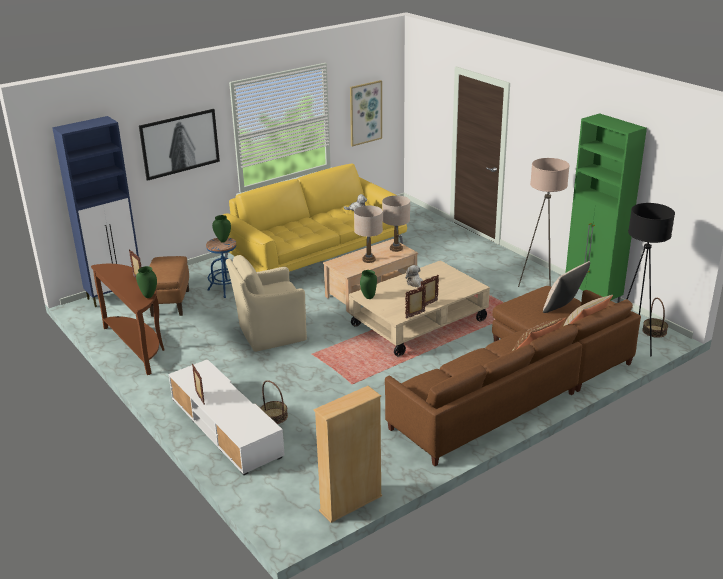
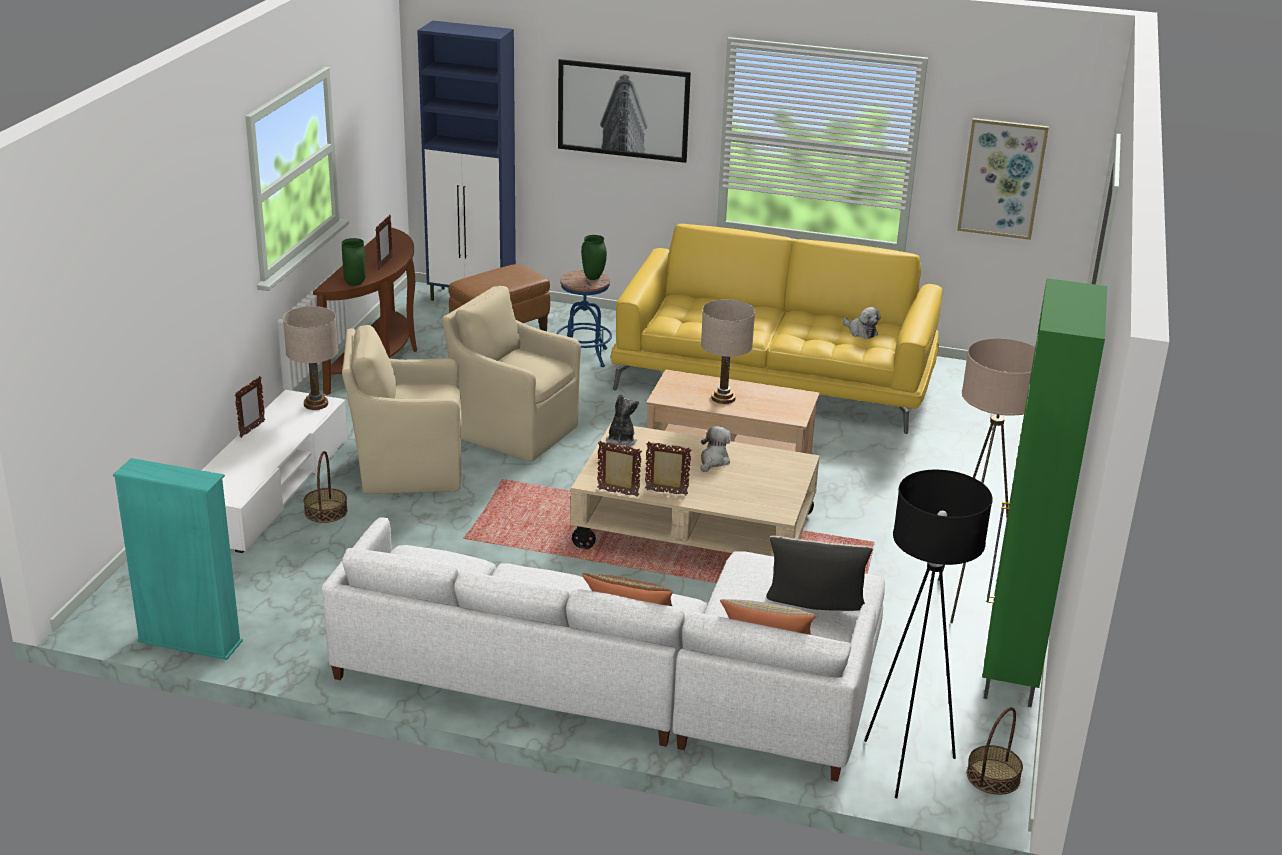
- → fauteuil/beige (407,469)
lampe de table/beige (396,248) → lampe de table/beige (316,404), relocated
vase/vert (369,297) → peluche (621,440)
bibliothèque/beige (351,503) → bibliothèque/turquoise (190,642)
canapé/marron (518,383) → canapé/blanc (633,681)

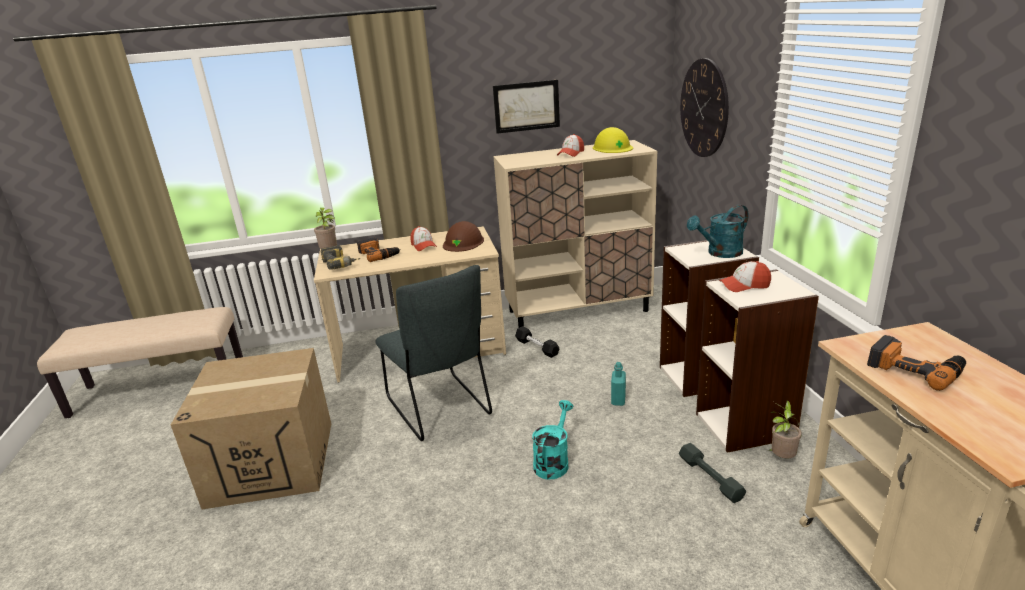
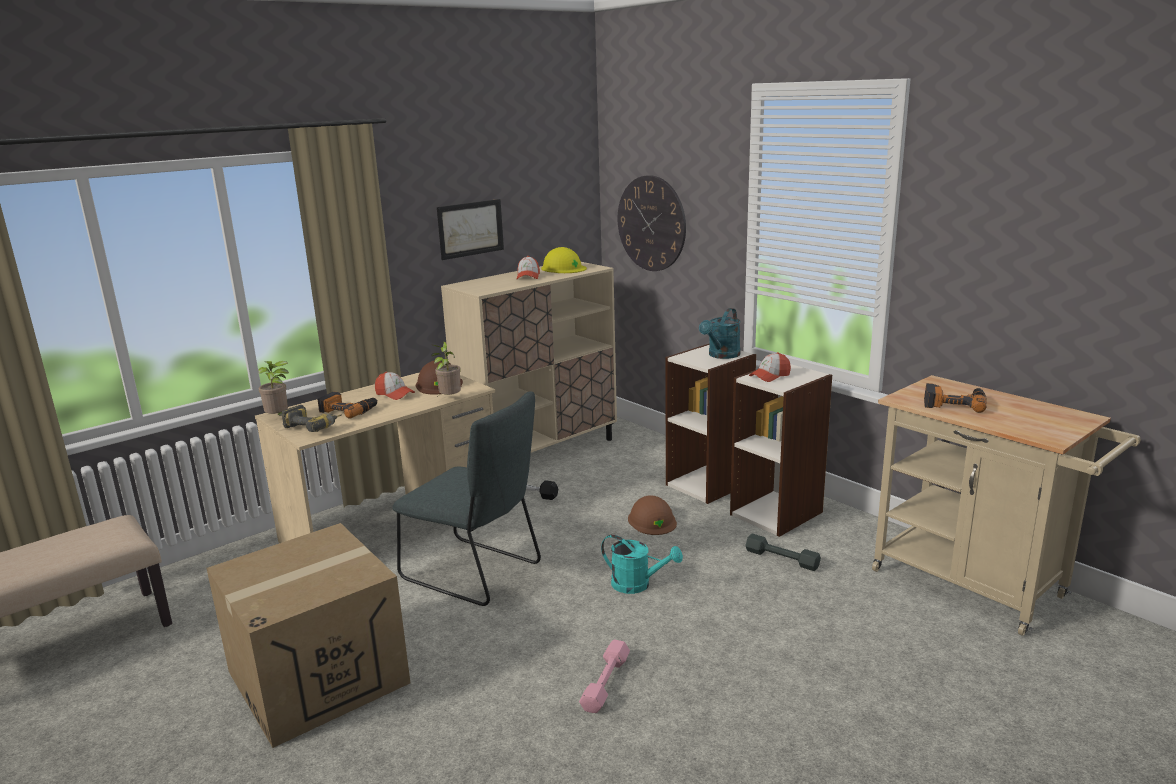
- → haltère/rose (606,683)
plante en pot (781,458) → plante en pot (449,399), relocated
bouteille/turquoise (618,400) → casque de chantier/marron (652,520)
arrosoir/turquoise (553,461) → arrosoir/turquoise (637,585), 120 degrees clockwise

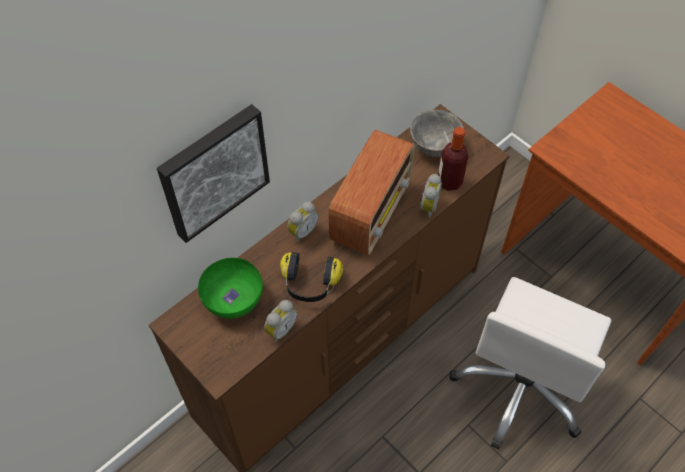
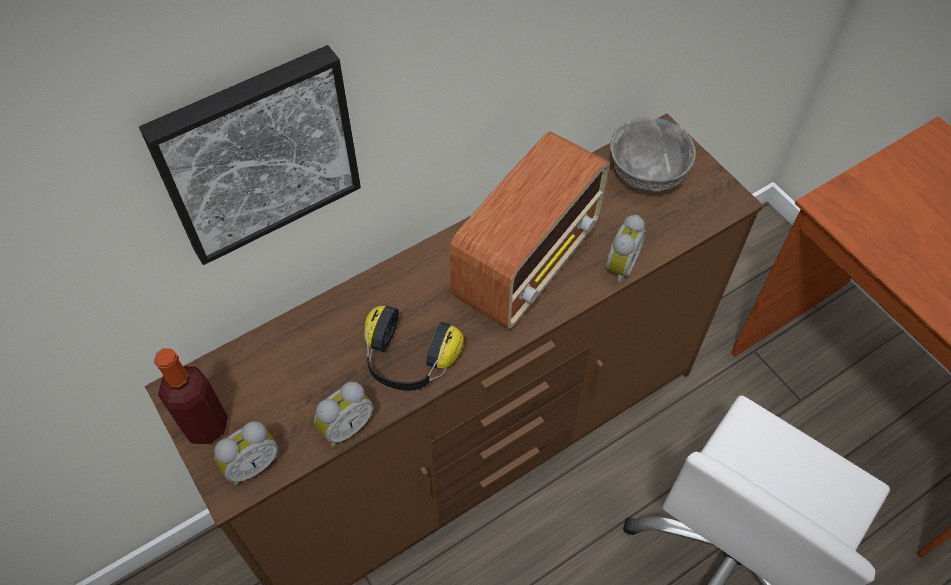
bol/vert (233,299) → -
réveil (302,231) → réveil (252,464), relocated
bouteille (449,182) → bouteille (205,425), relocated

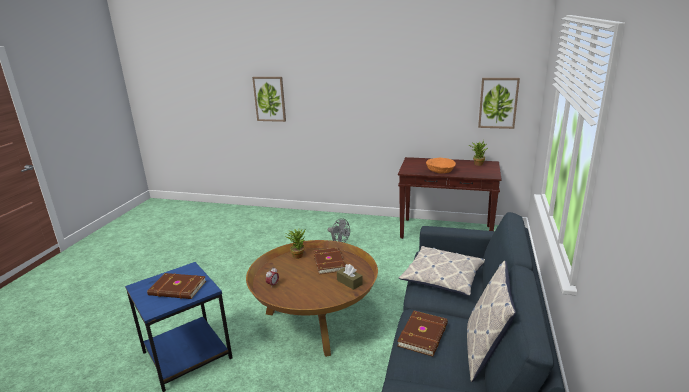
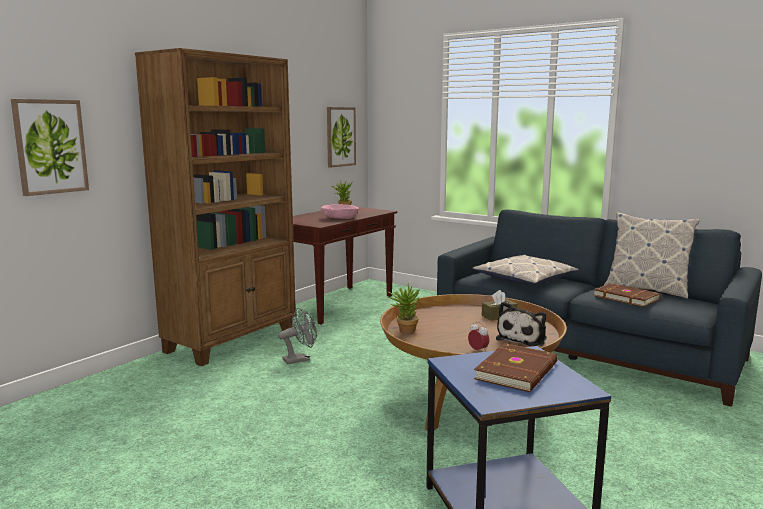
livre/marron (330,262) → -
- → bibliothèque/marron (232,340)
- → peluche (523,338)
bol/orange (440,170) → bol/rose (339,218)

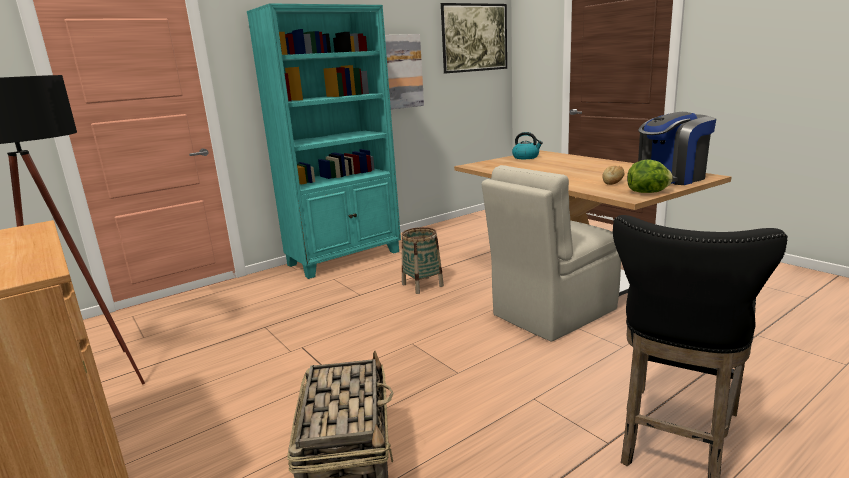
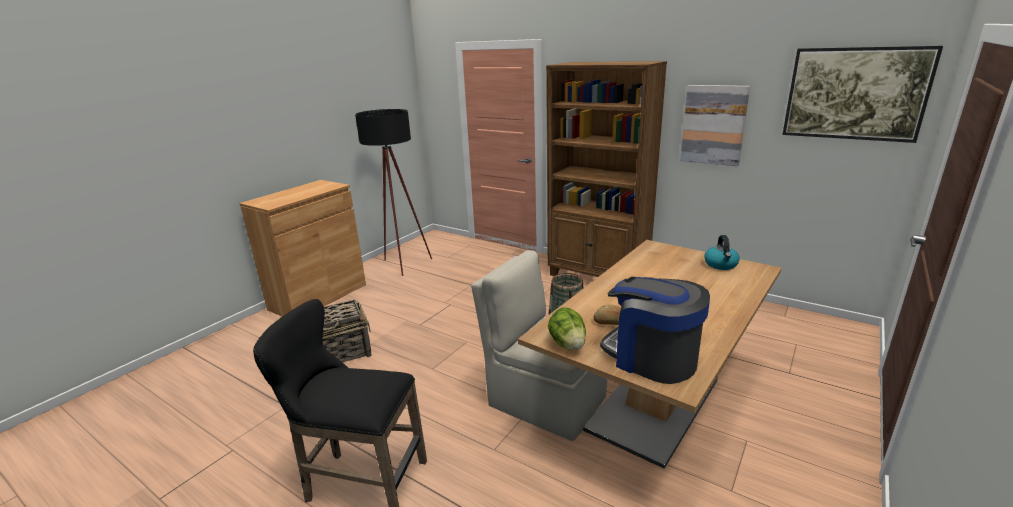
bibliothèque/turquoise (345,258) → bibliothèque/marron (598,276)

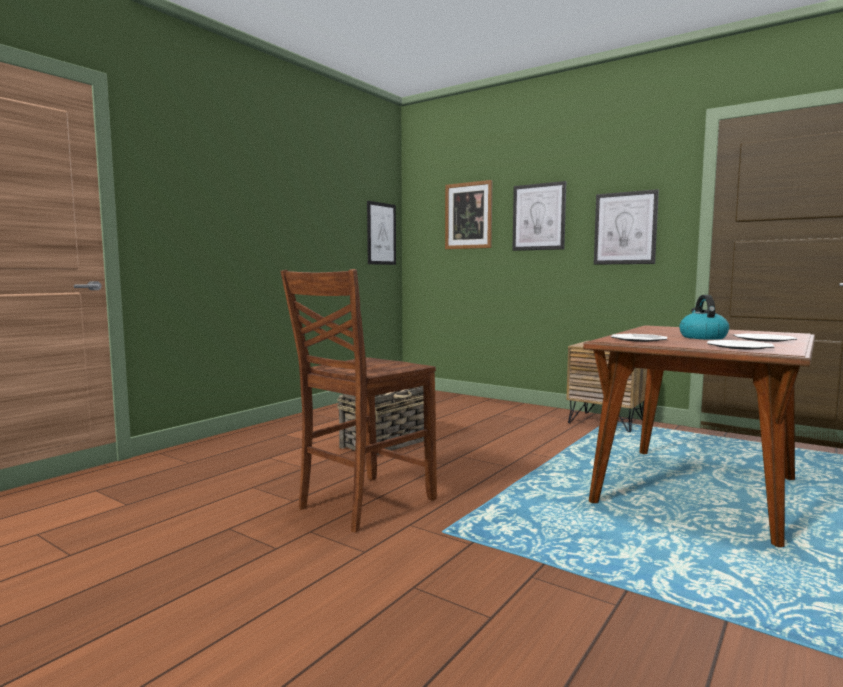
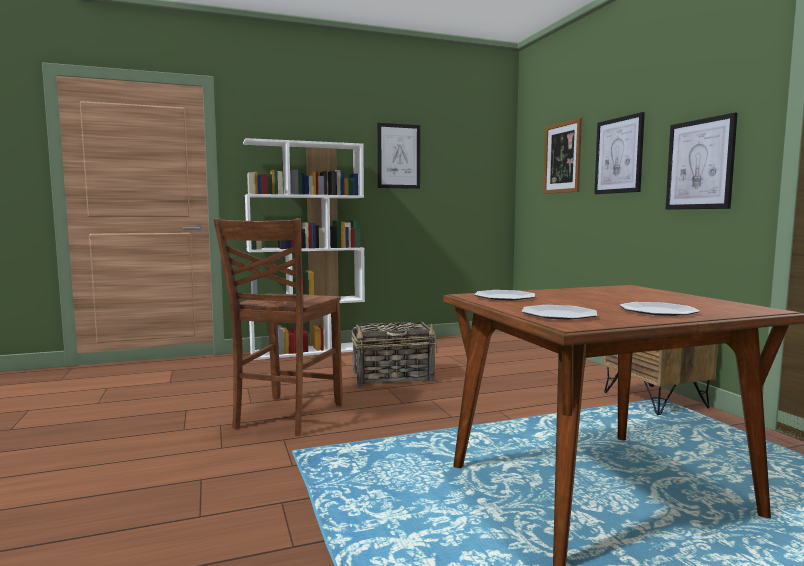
bouilloire (702,337) → -
- → bibliothèque/blanc (308,351)
tableau (381,233) → tableau (398,156), relocated
chaise/marron (363,503) → chaise/marron (286,416), 60 degrees counterclockwise

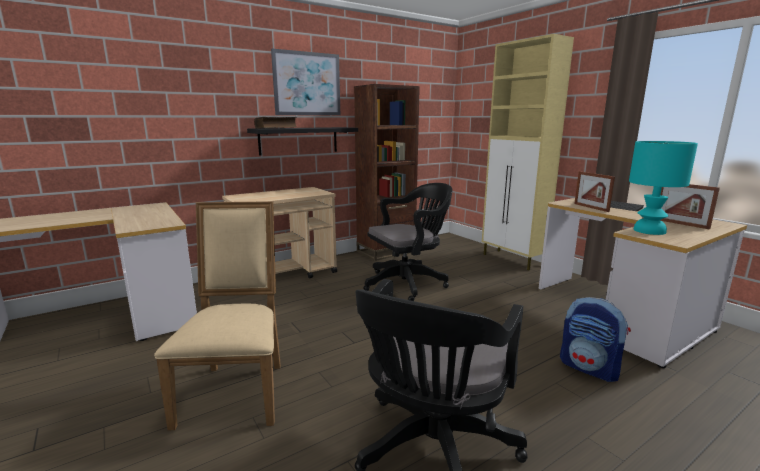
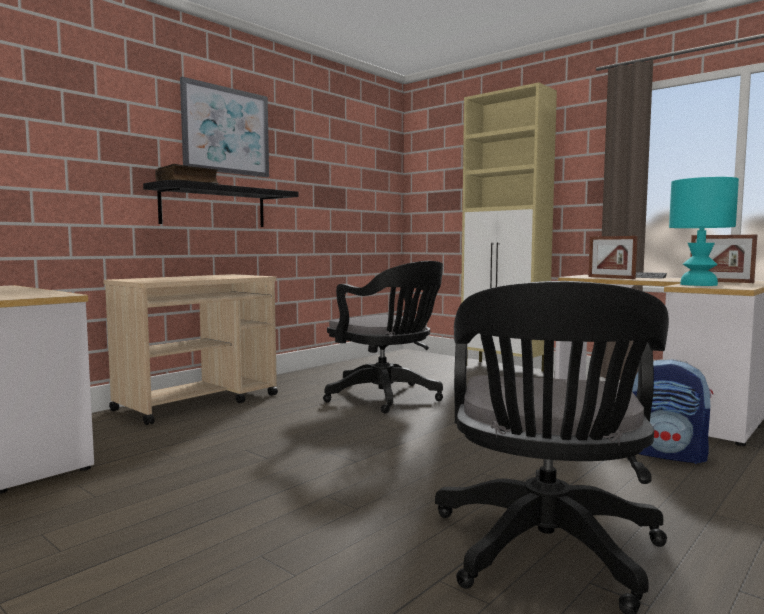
chaise/beige (237,389) → -
bibliothèque/marron (386,251) → -
chaise de bureau/noir (408,283) → chaise de bureau/noir (387,398), 90 degrees clockwise

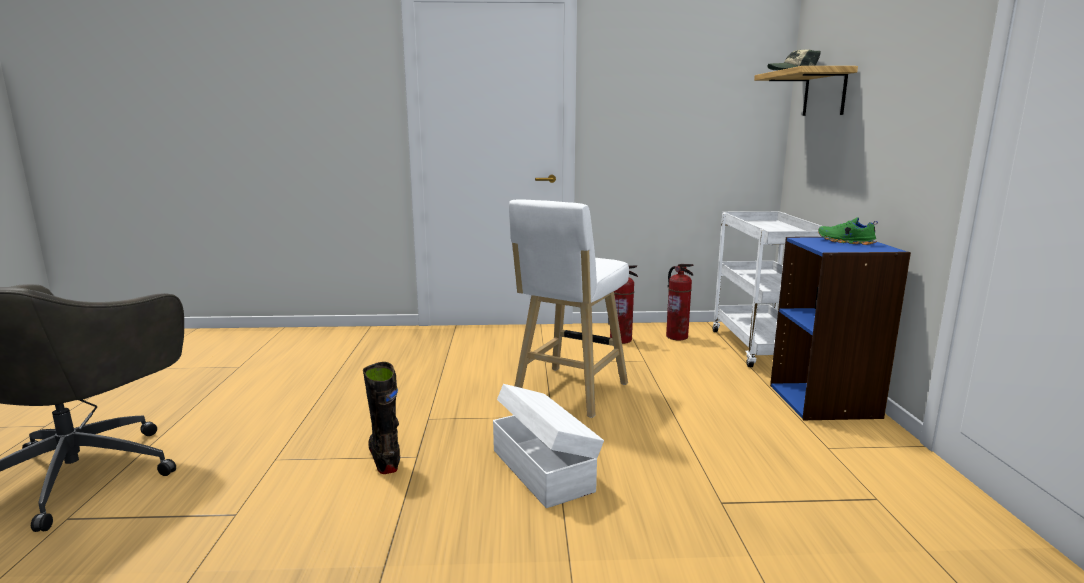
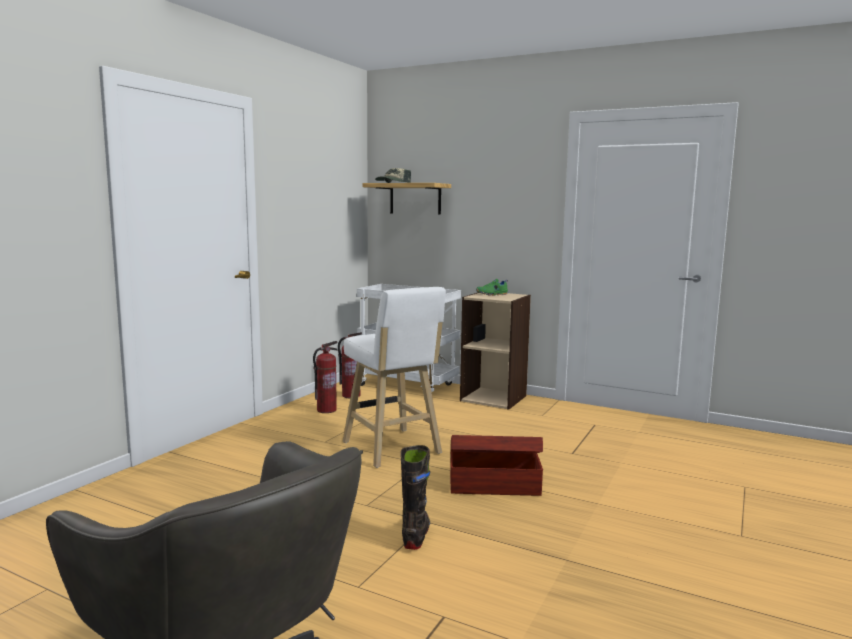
boîte de rangement/blanc (543,469) → boîte de rangement/marron (493,485)
bibliothèque/bleu (825,401) → bibliothèque/beige (494,398)
botte/noir (385,458) → botte/noir (416,535), 90 degrees clockwise

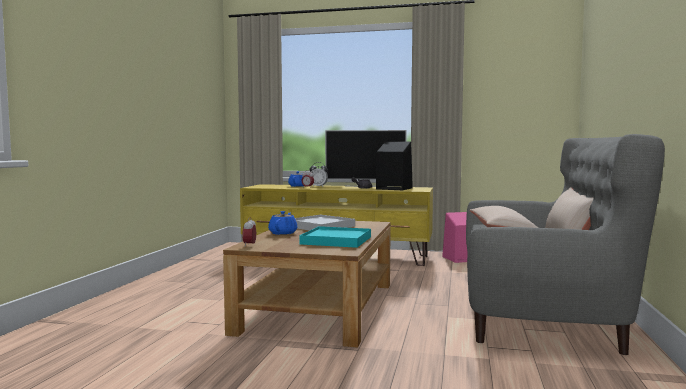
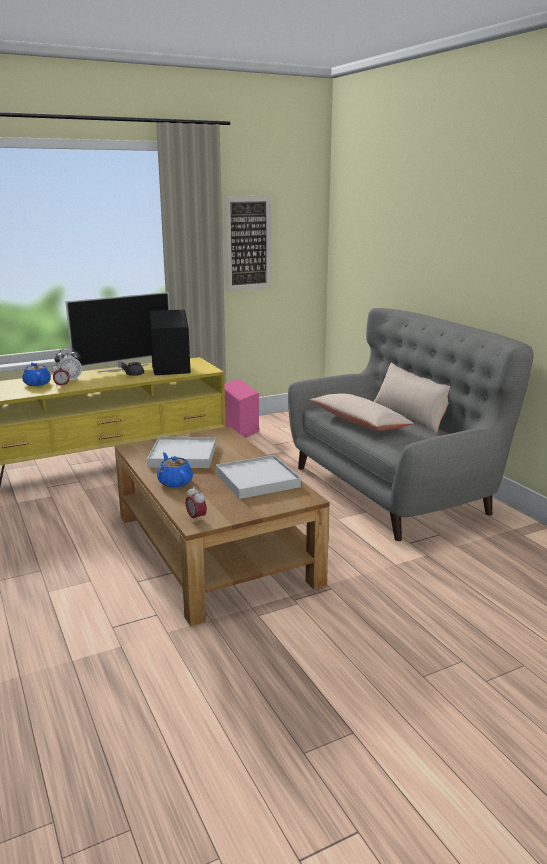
- → tableau (248,243)
plateau/turquoise (336,240) → plateau/blanc (257,480)

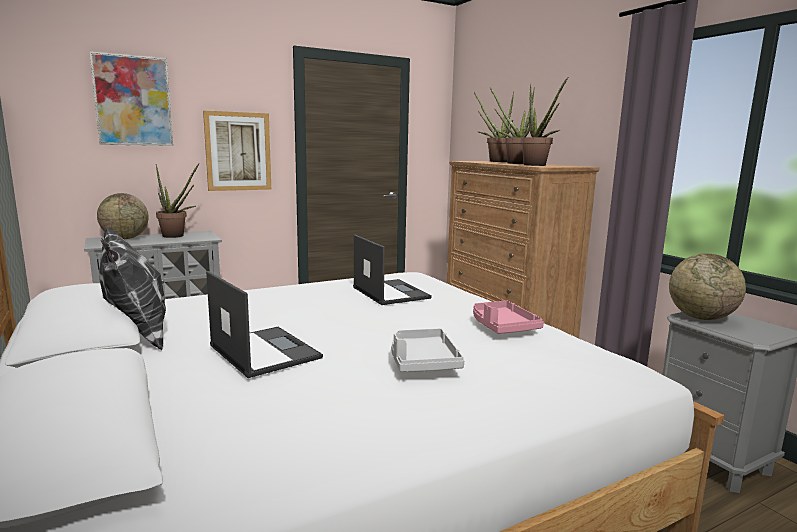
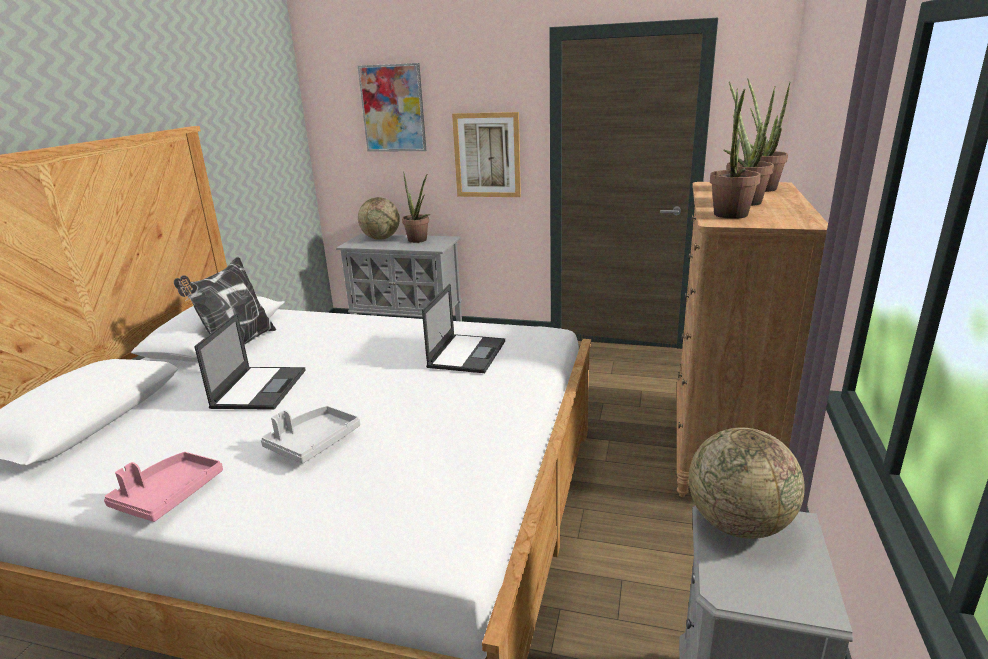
plateau/rose (502,326) → plateau/rose (168,495), relocated

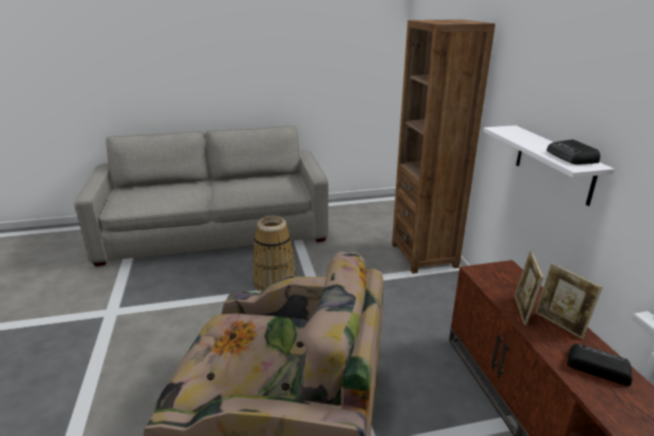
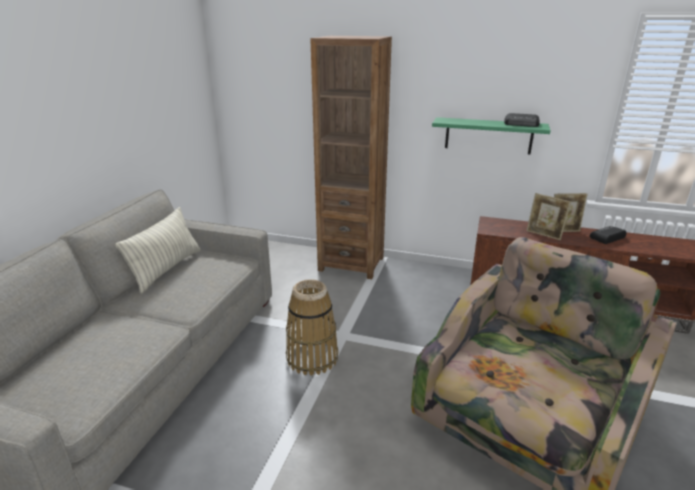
- → coussin (167,269)
étagère/blanc (553,164) → étagère/vert (488,135)

